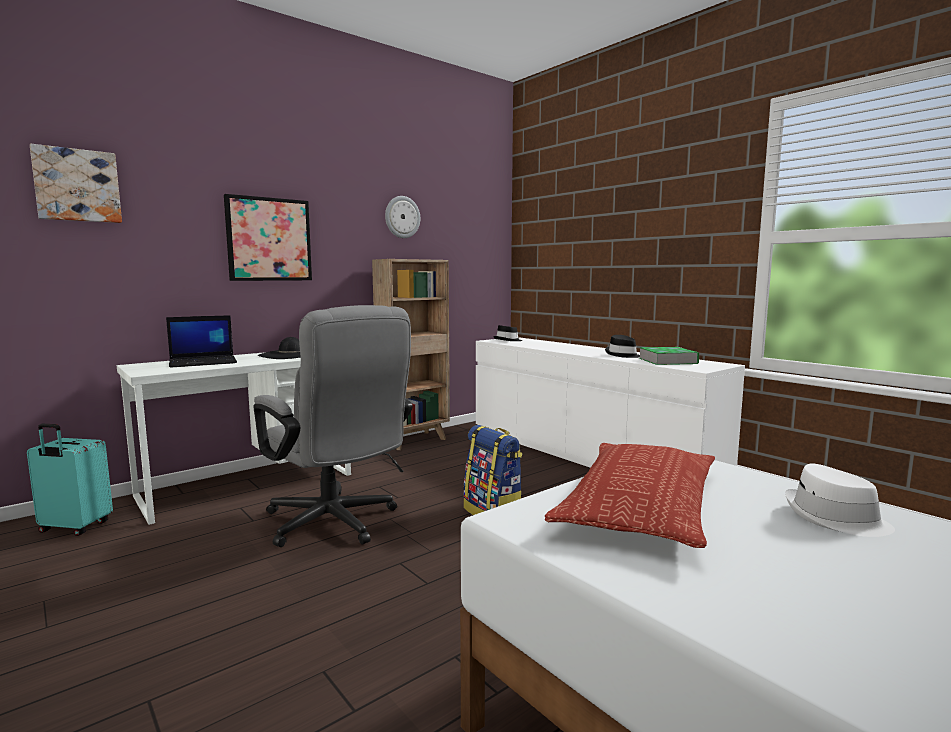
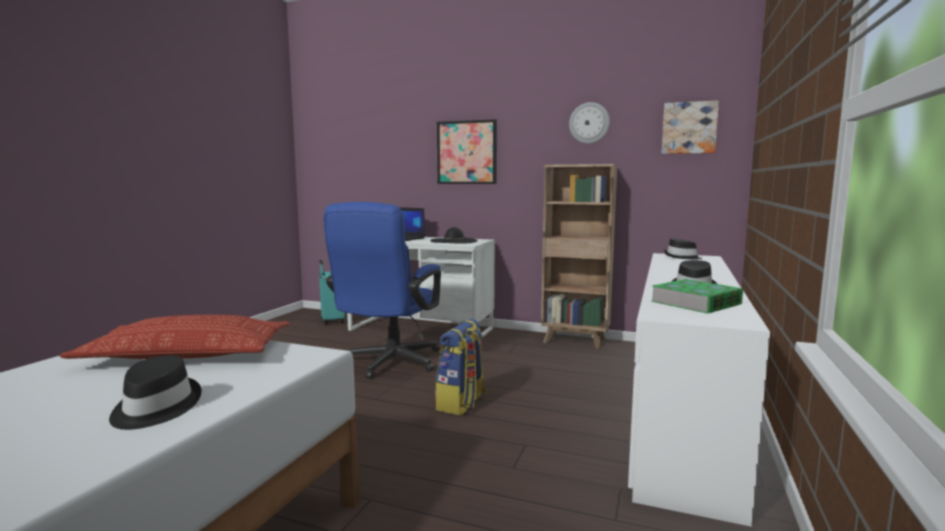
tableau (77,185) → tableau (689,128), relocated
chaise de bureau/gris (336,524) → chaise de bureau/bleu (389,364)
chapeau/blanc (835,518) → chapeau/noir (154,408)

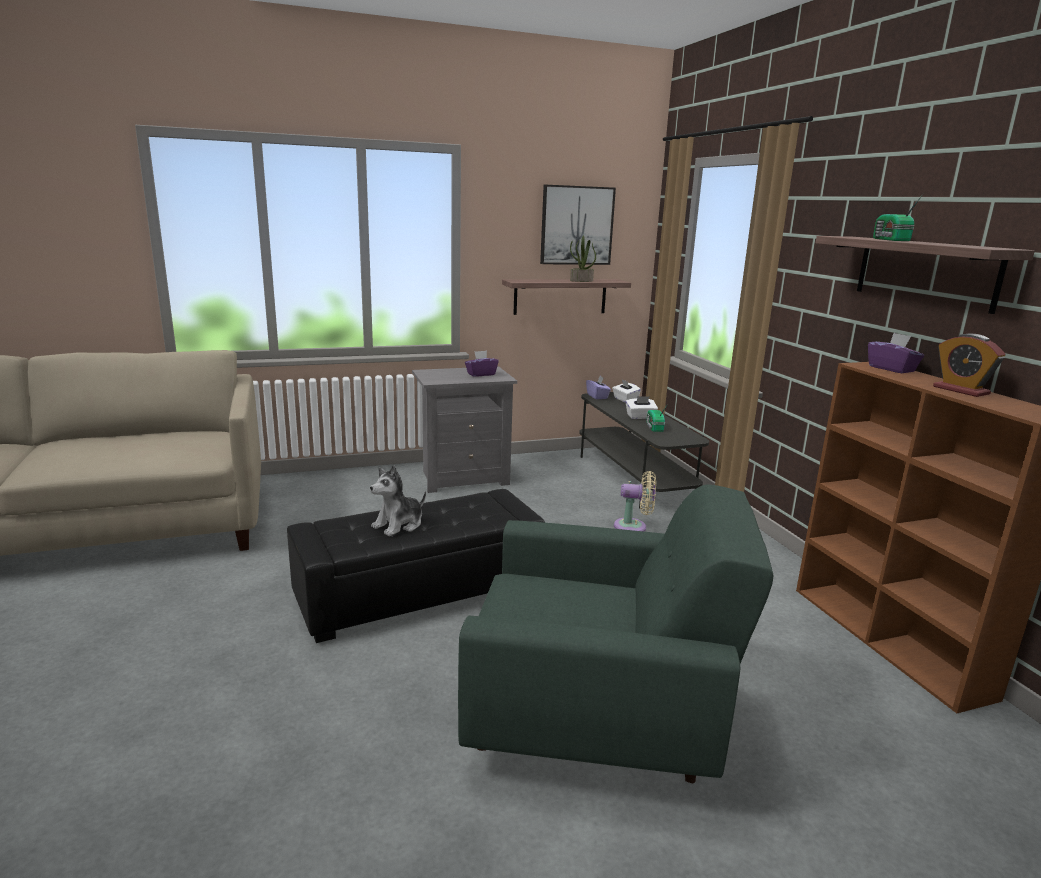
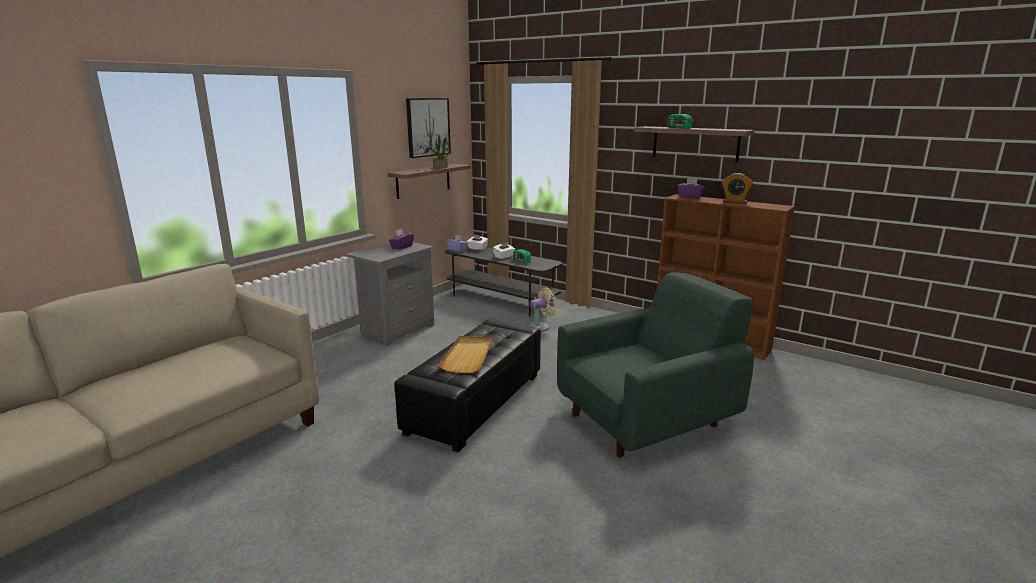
peluche (399,525) → plateau/beige (468,356)

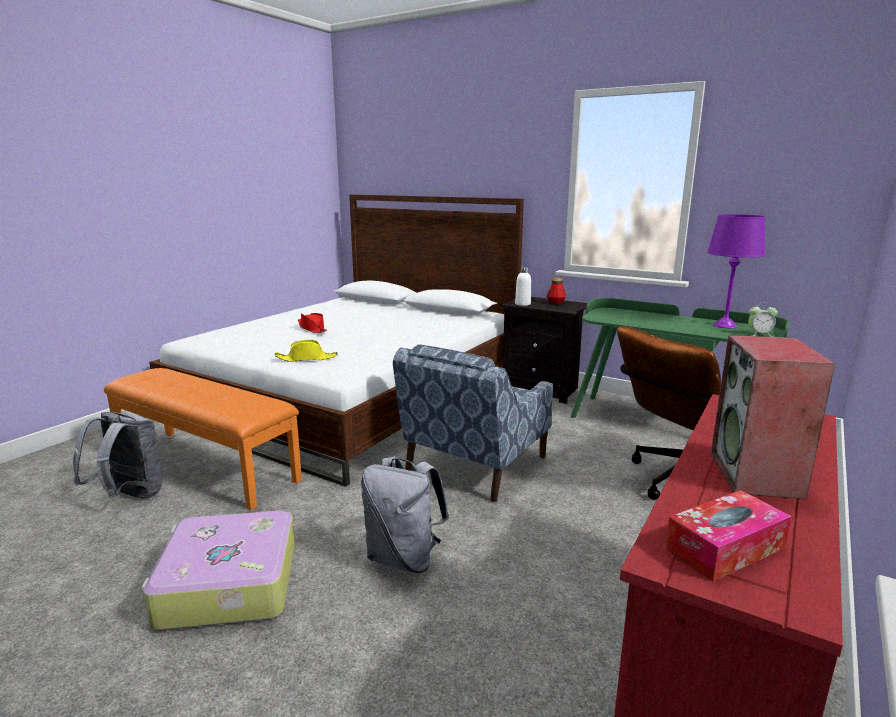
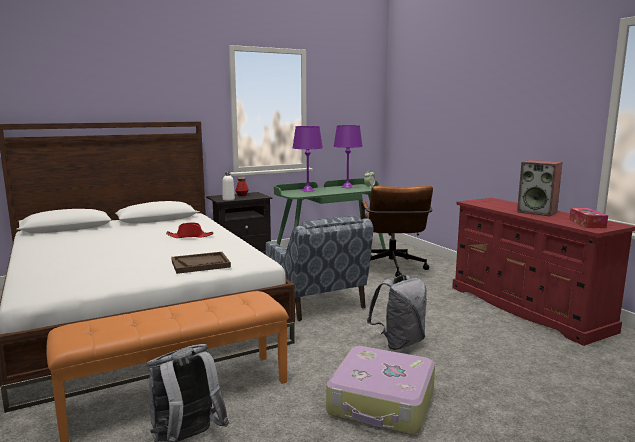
- → lampe de table/violet (307,190)
chapeau/rouge (312,329) → chapeau/rouge (190,236), relocated
chapeau/jaune (307,358) → plateau/marron (200,264)

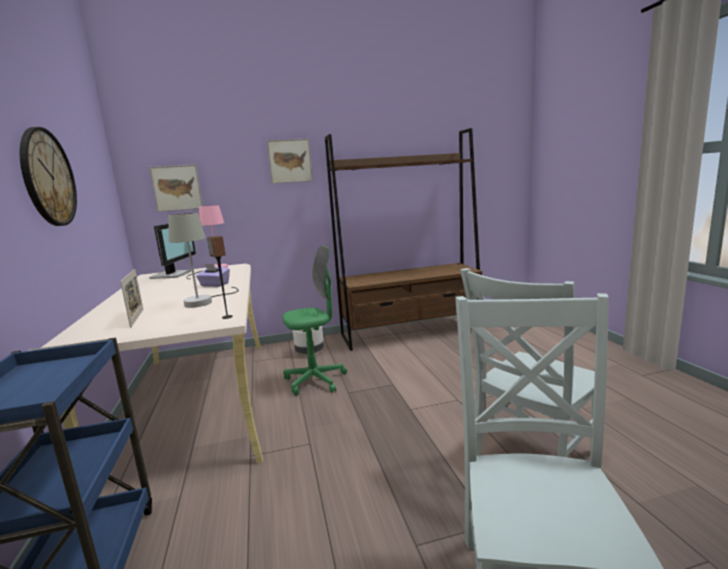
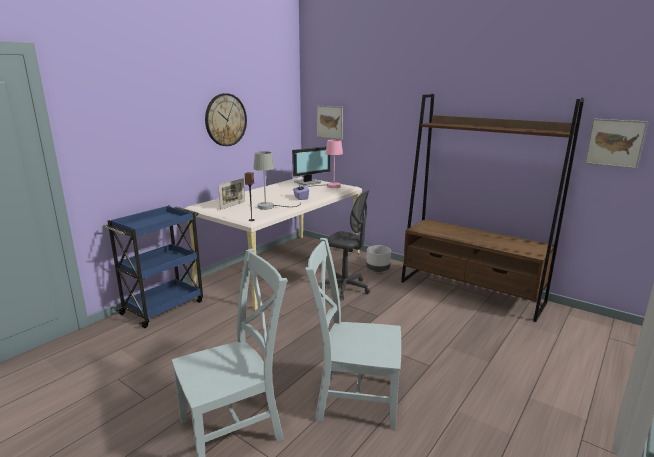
tableau (290,161) → tableau (615,143), relocated
chaise de bureau/vert (315,381) → chaise de bureau/gris (345,288)

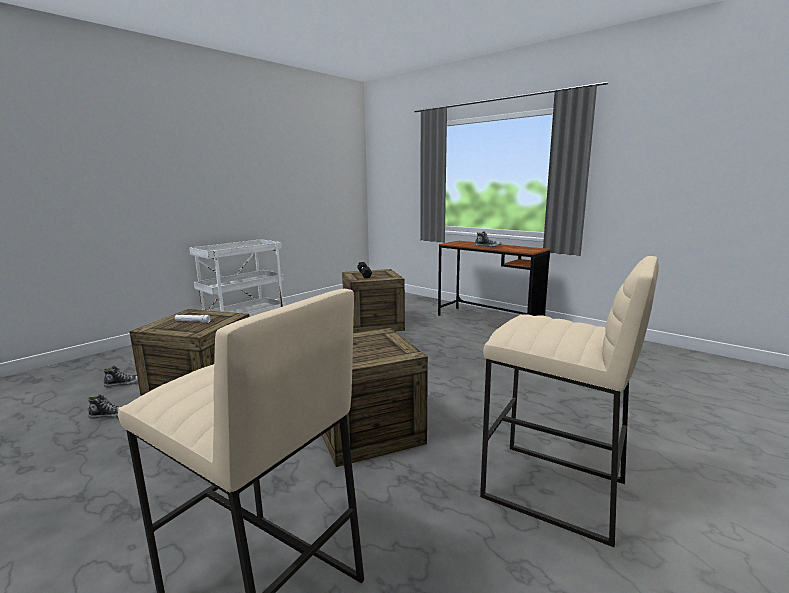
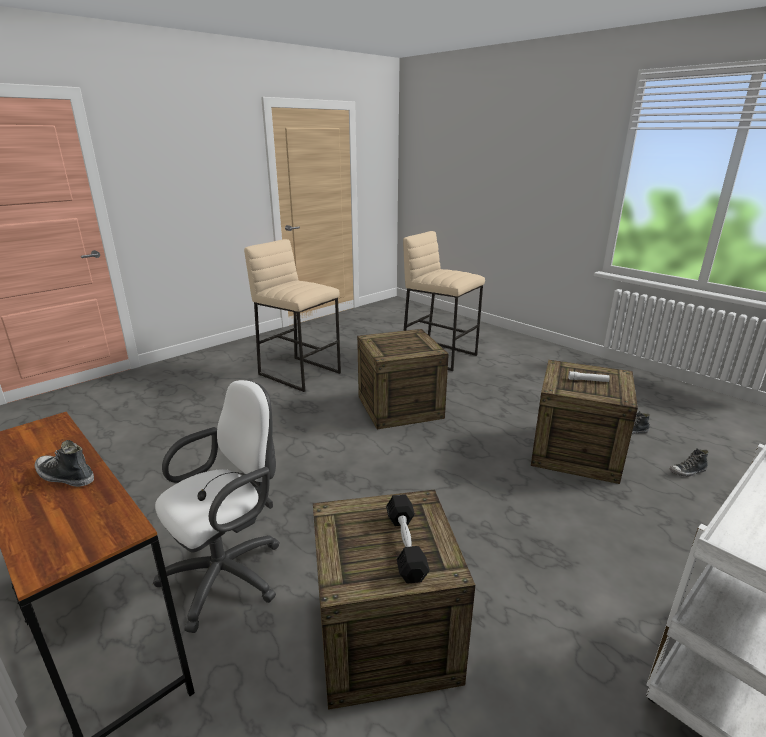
- → chaise de bureau/blanc (230,573)

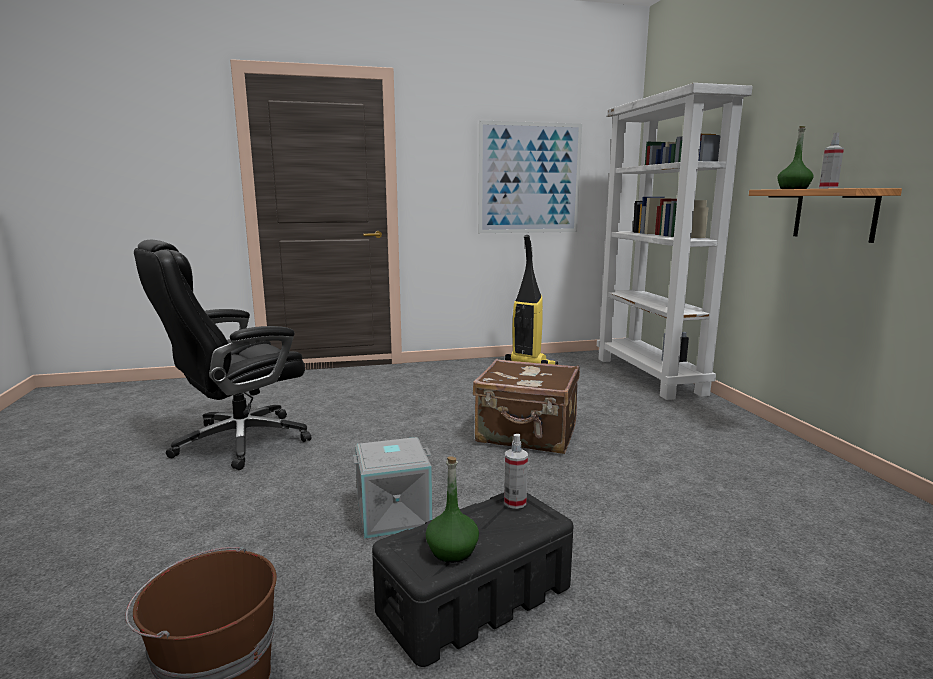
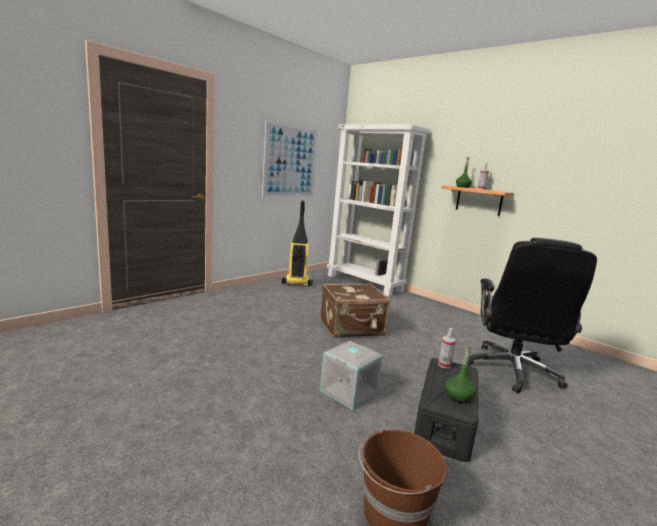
chaise de bureau/noir (238,442) → chaise de bureau/noir (512,371), relocated

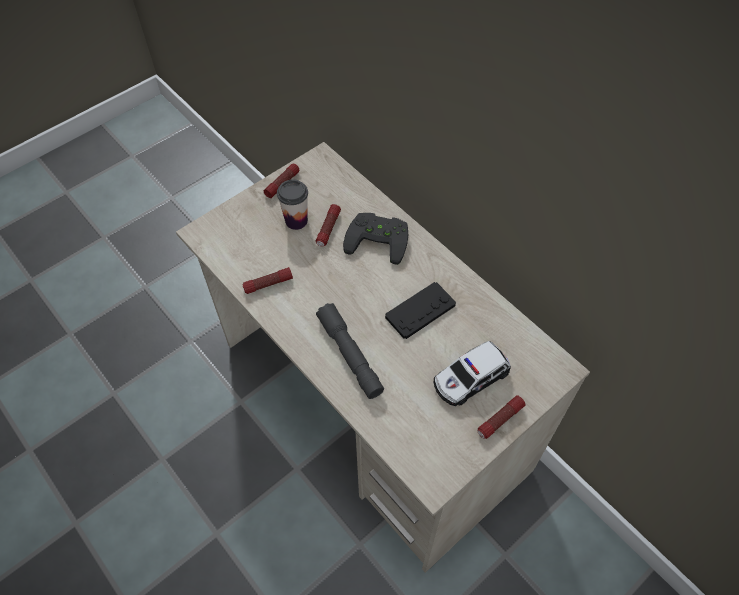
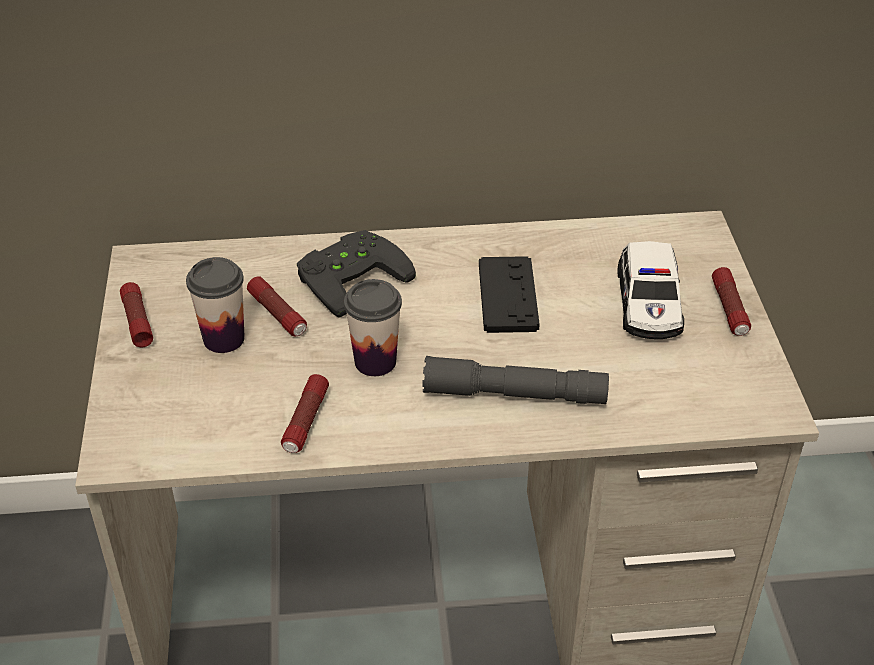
- → tasse (375,361)

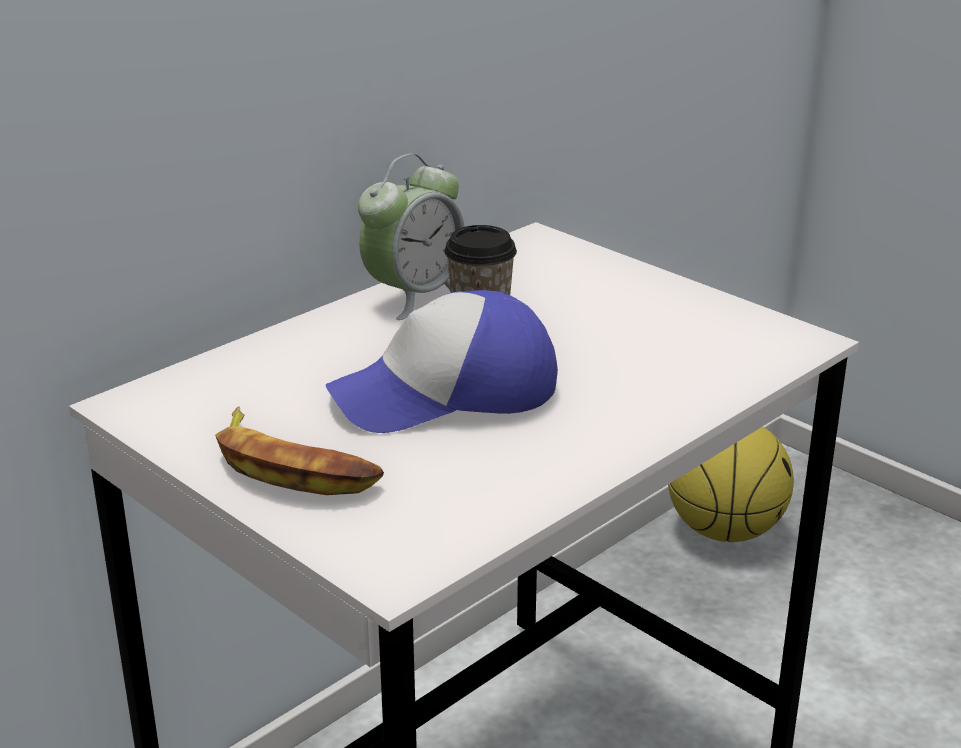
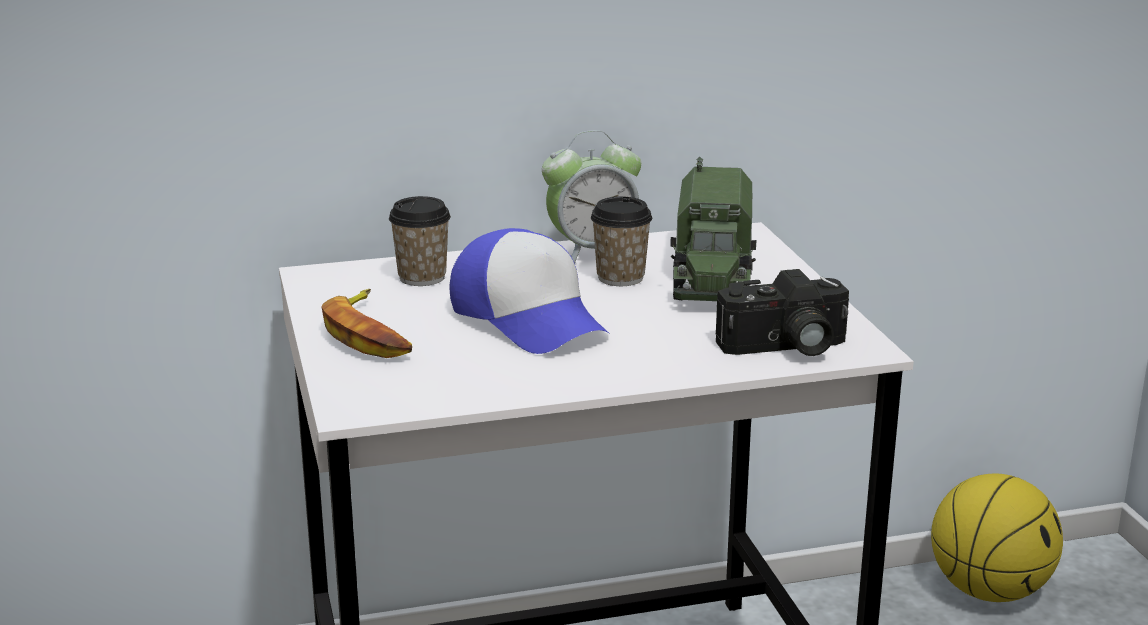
- → tasse (422,277)
- → camion jouet (712,276)
- → appareil photo (785,348)
casquette (447,394) → casquette (530,318), 135 degrees counterclockwise

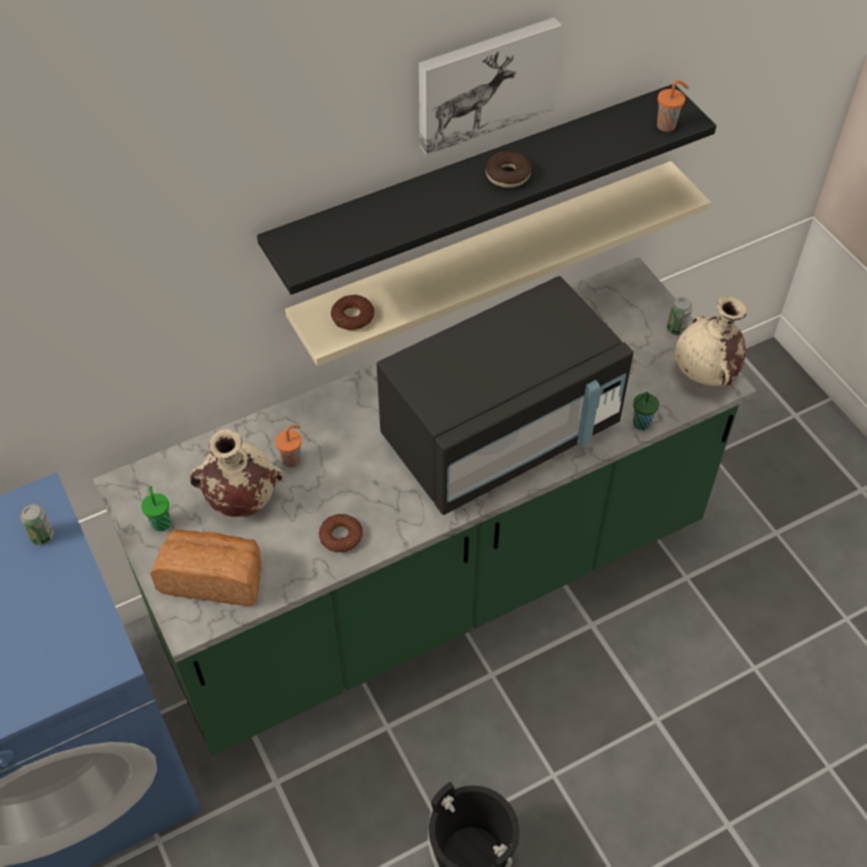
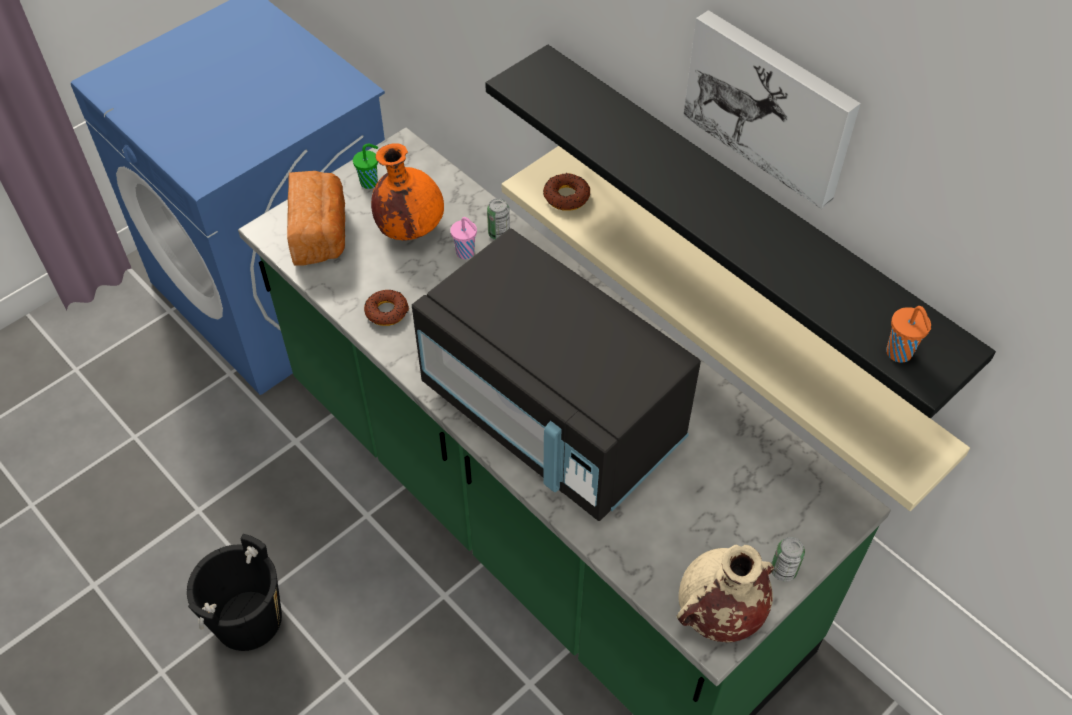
beignet (508,175) → -
tasse/vert (640,424) → -
boîte métallique (42,536) → boîte métallique (499,233), relocated
vase/beige (240,499) → vase/orange (409,228)
tasse/orange (292,459) → tasse/rose (466,253)

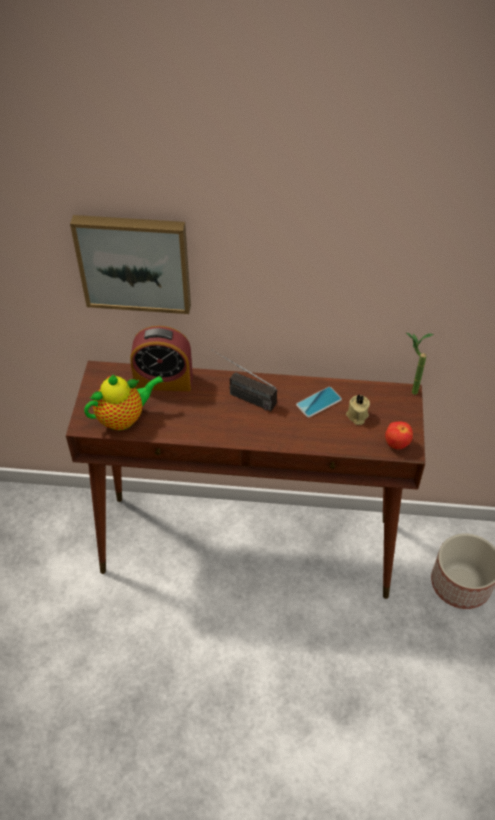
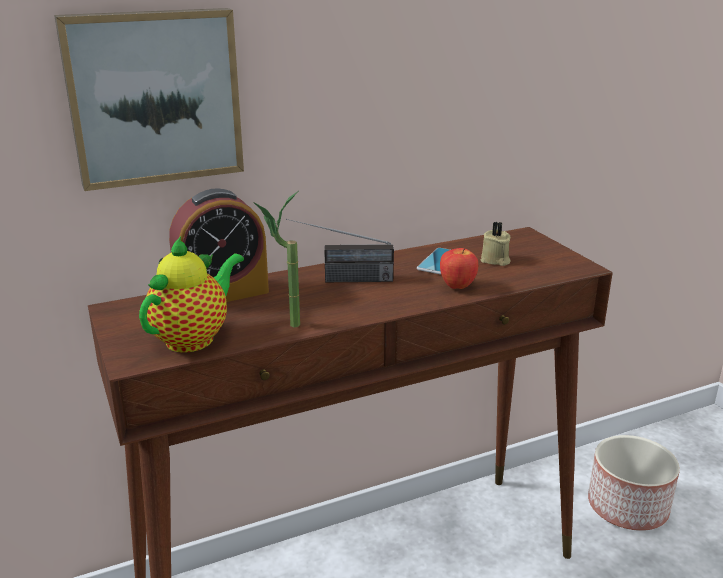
pomme (397,444) → pomme (457,287), relocated
plante en pot (408,390) → plante en pot (284,325), relocated

